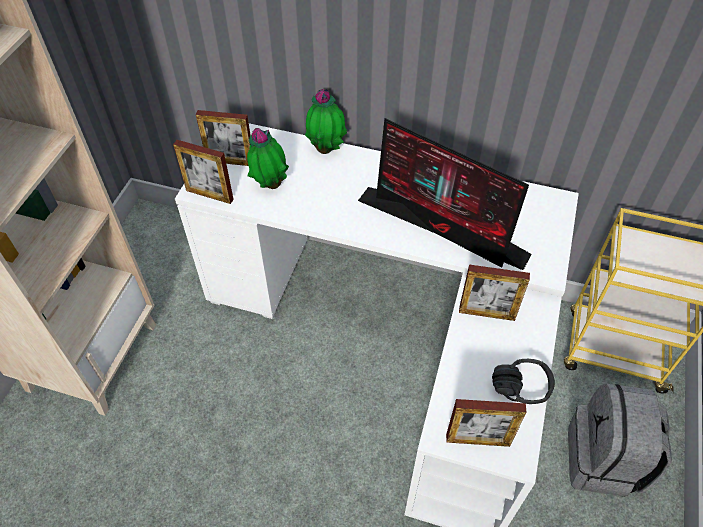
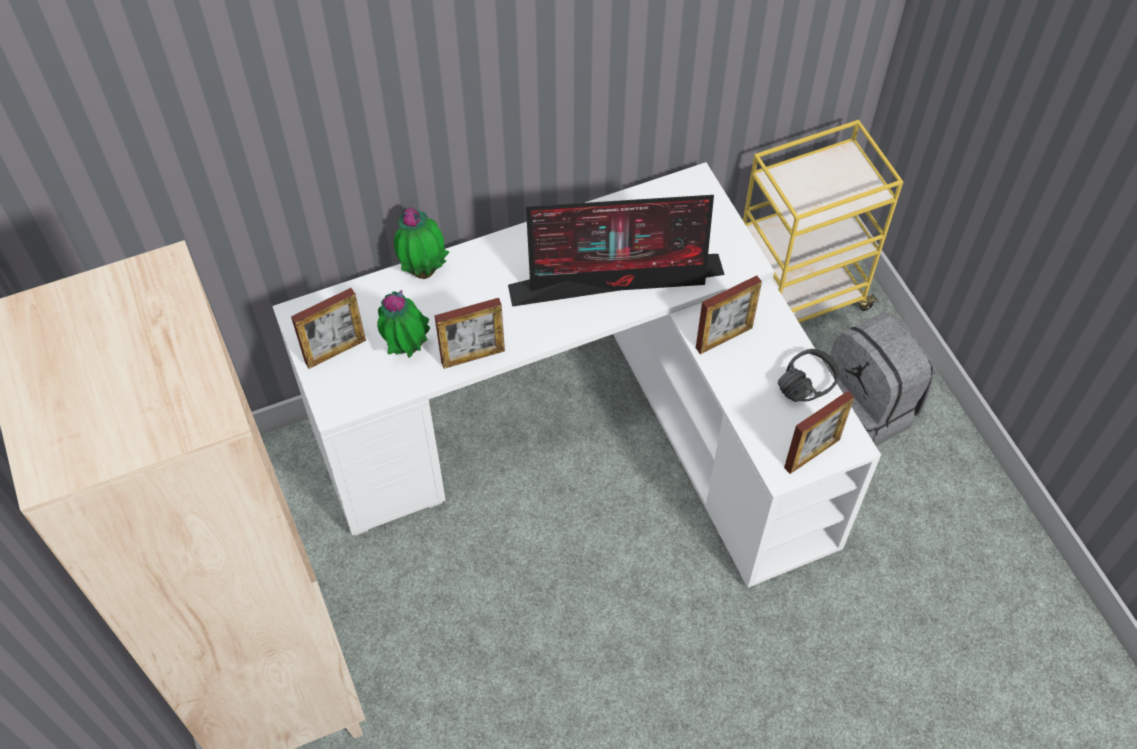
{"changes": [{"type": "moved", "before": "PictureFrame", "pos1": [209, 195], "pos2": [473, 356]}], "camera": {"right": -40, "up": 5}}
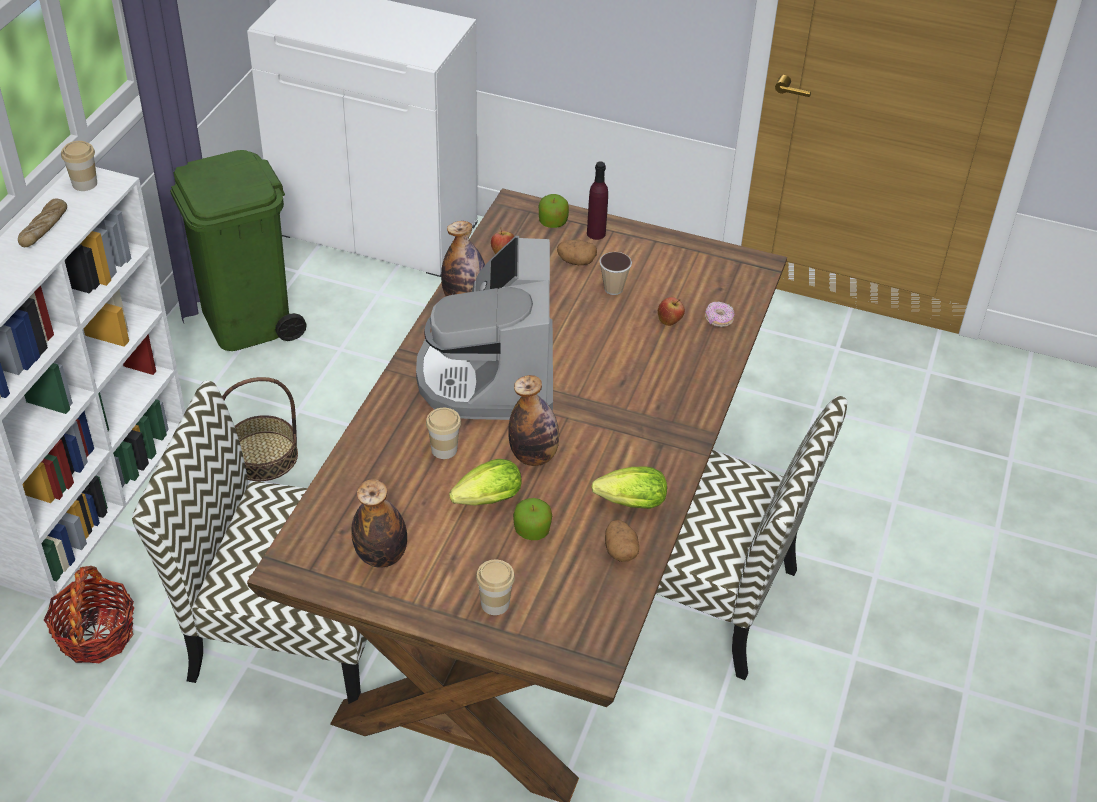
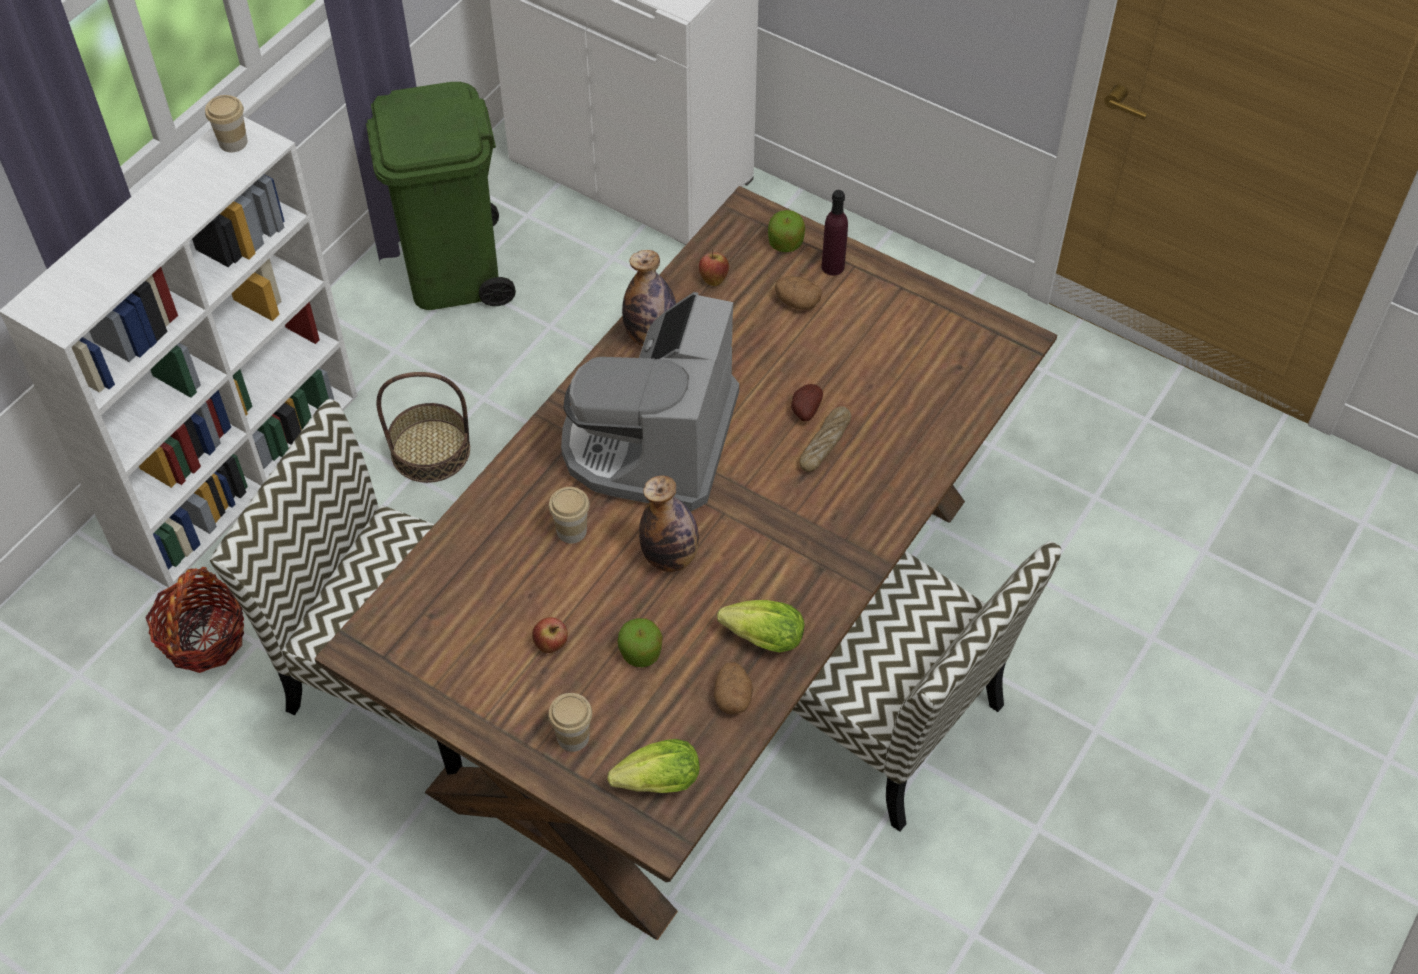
{"changes": [{"type": "moved", "before": "Apple", "pos1": [670, 321], "pos2": [551, 645]}, {"type": "moved", "before": "Lettuce", "pos1": [484, 501], "pos2": [653, 783]}, {"type": "added", "after": "Potato", "pos2": [804, 410]}, {"type": "moved", "before": "Bread", "pos1": [44, 228], "pos2": [825, 443]}, {"type": "removed", "before": "Bottle", "pos1": [381, 556]}, {"type": "removed", "before": "Cup", "pos1": [613, 289]}, {"type": "removed", "before": "Donut", "pos1": [718, 319]}], "camera": {"right": 15, "up": 10}}
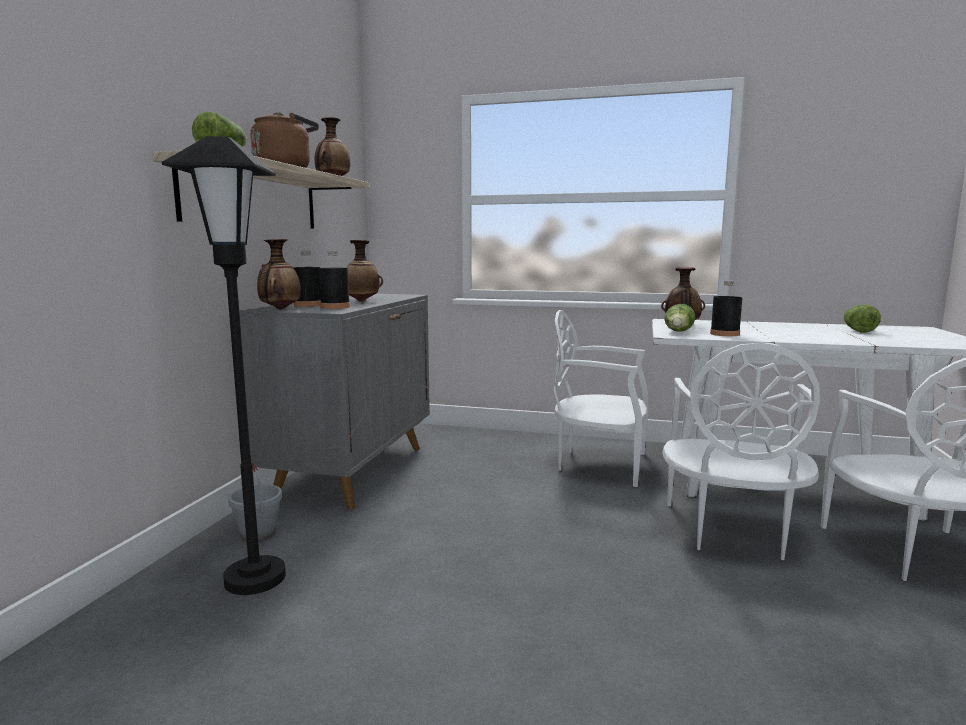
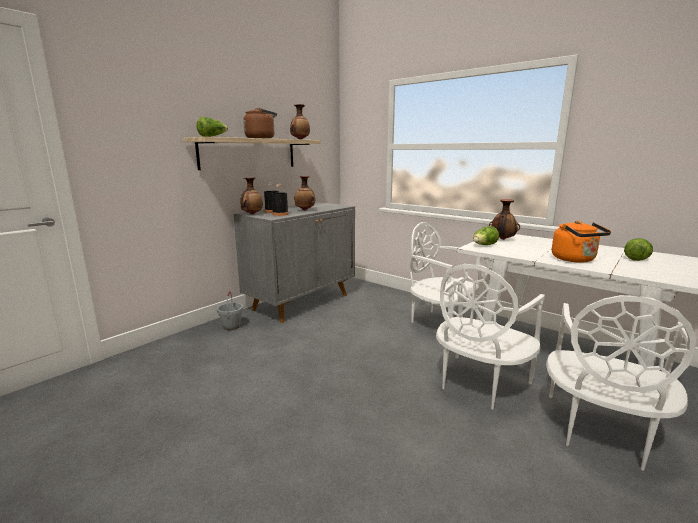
{"changes": [{"type": "added", "after": "OrangeKettle", "pos2": [575, 260]}, {"type": "removed", "before": "BlackFloorLamp", "pos1": [255, 578]}, {"type": "removed", "before": "BlackBottle", "pos1": [724, 334]}], "camera": {"right": 25, "up": 5}}
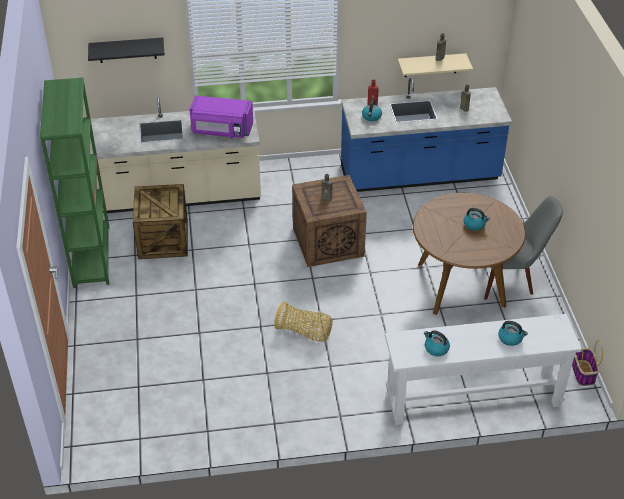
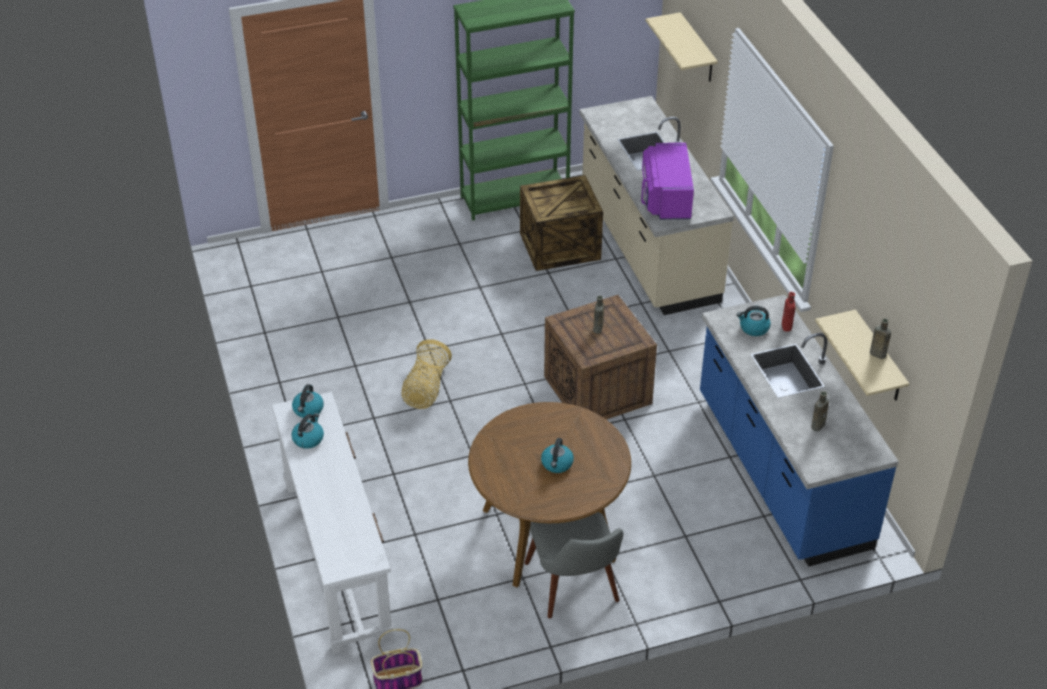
{"changes": [{"type": "moved", "before": "Kettle", "pos1": [510, 338], "pos2": [308, 410]}, {"type": "recoloured", "before": "BlackShelf", "after": "BeigeShelf", "pos1": [127, 50], "pos2": [697, 49]}], "camera": {"right": 80, "up": 0}}
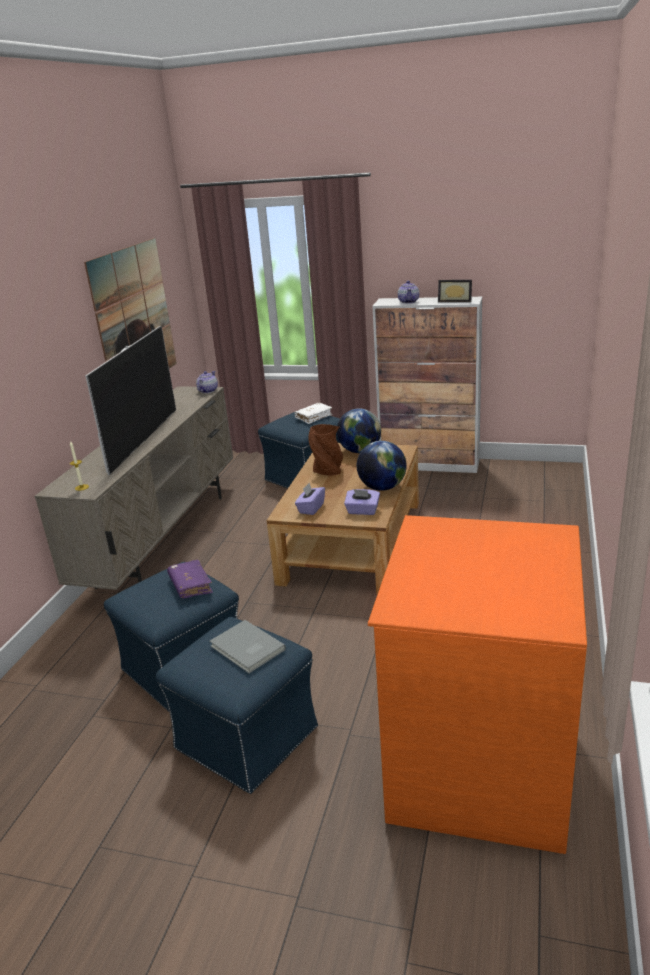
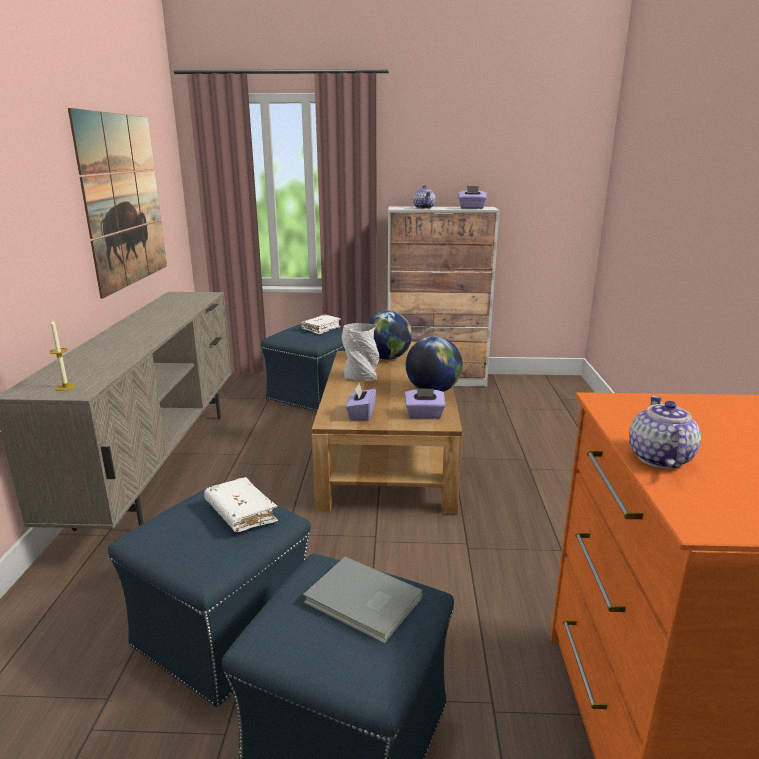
{"changes": [{"type": "recoloured", "before": "PurpleBook", "after": "WhiteBook", "pos1": [190, 585], "pos2": [241, 513]}, {"type": "recoloured", "before": "BrownVase", "after": "GreyVase", "pos1": [328, 471], "pos2": [361, 377]}, {"type": "replaced", "before": "PictureFrame", "after": "PurpleTissueBox", "pos1": [455, 301], "pos2": [471, 208]}, {"type": "moved", "before": "Teapot", "pos1": [207, 391], "pos2": [659, 458]}, {"type": "removed", "before": "Television", "pos1": [144, 440]}], "camera": {"right": -15, "up": -5}}
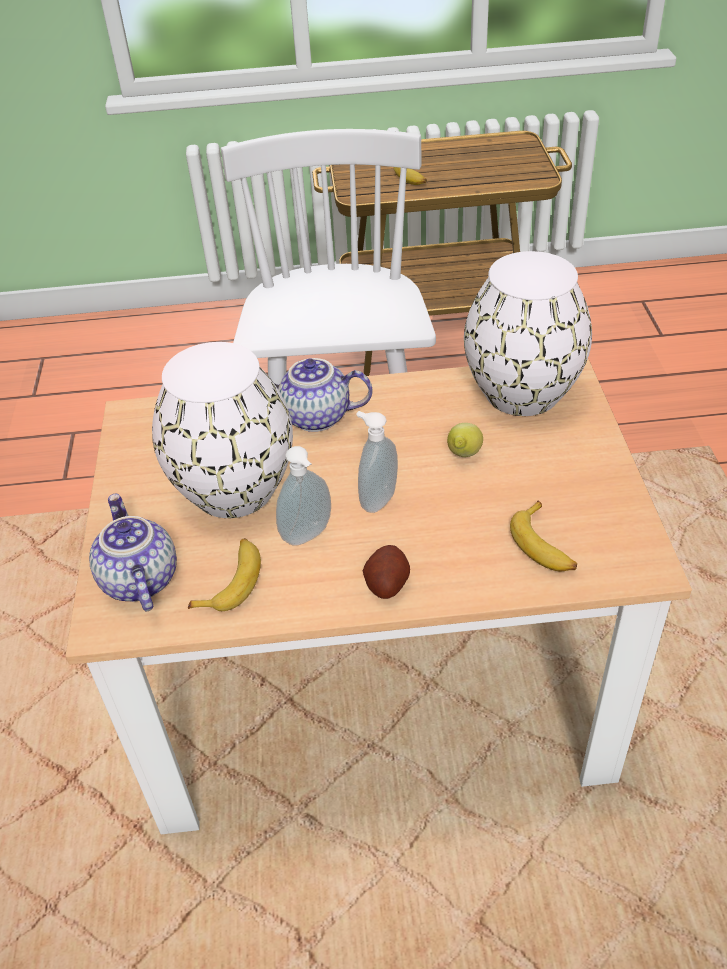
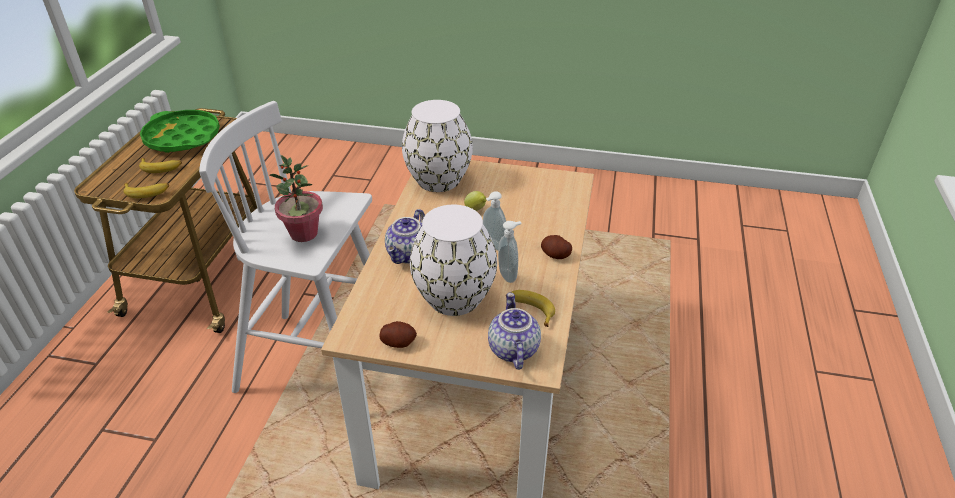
{"changes": [{"type": "moved", "before": "Banana", "pos1": [544, 545], "pos2": [147, 192]}, {"type": "added", "after": "GreenTray", "pos2": [182, 137]}, {"type": "added", "after": "PottedPlant", "pos2": [304, 234]}, {"type": "added", "after": "Potato", "pos2": [398, 342]}, {"type": "turned", "before": "Teapot", "pos1": [138, 580], "pos2": [512, 349], "turn": 90}], "camera": {"right": -75, "up": -5}}
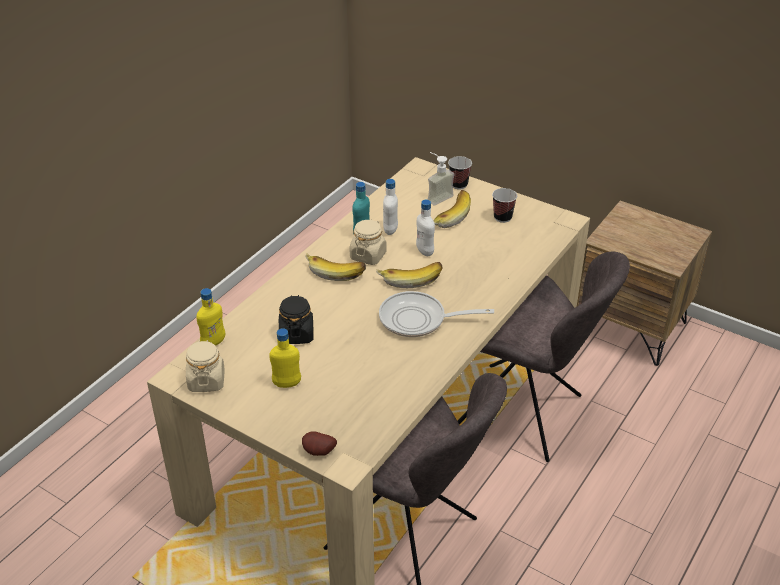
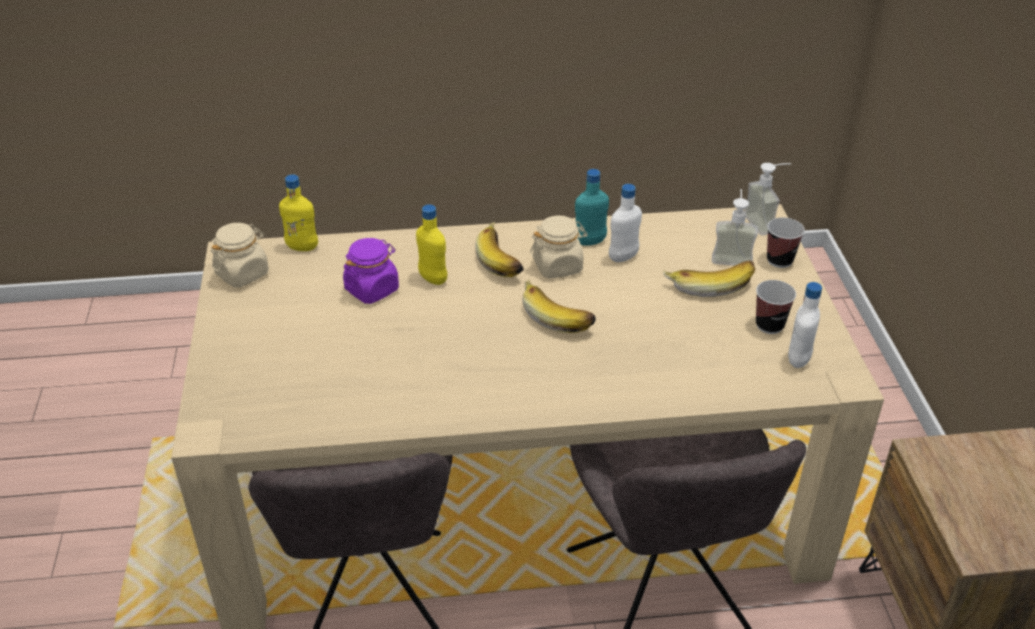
{"changes": [{"type": "recoloured", "before": "BlackJar", "after": "PurpleJar", "pos1": [296, 334], "pos2": [372, 289]}, {"type": "moved", "before": "YellowBottle", "pos1": [287, 384], "pos2": [433, 279]}, {"type": "added", "after": "SoapDispenser", "pos2": [765, 223]}, {"type": "moved", "before": "WhiteBottle", "pos1": [425, 251], "pos2": [798, 359]}, {"type": "removed", "before": "Potato", "pos1": [319, 452]}, {"type": "removed", "before": "FryingPan", "pos1": [418, 320]}], "camera": {"right": 50, "up": 0}}
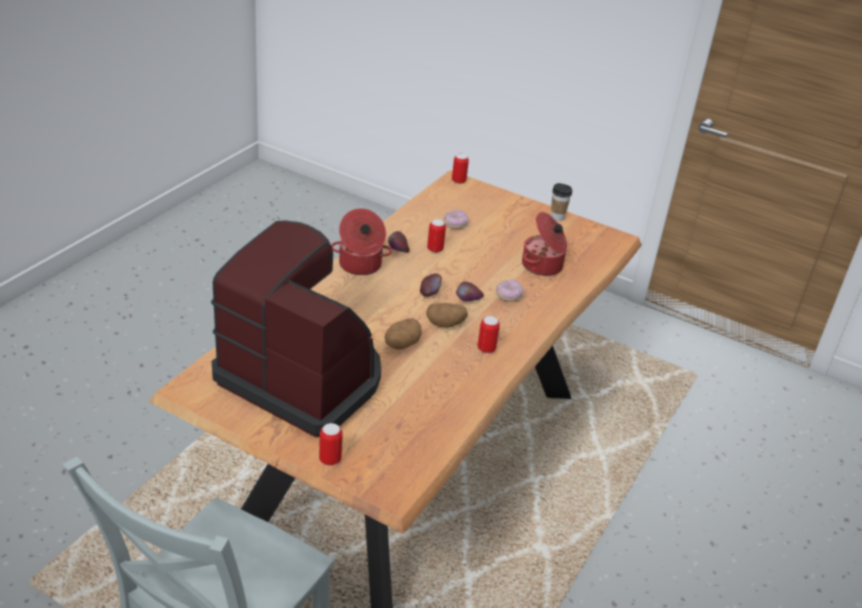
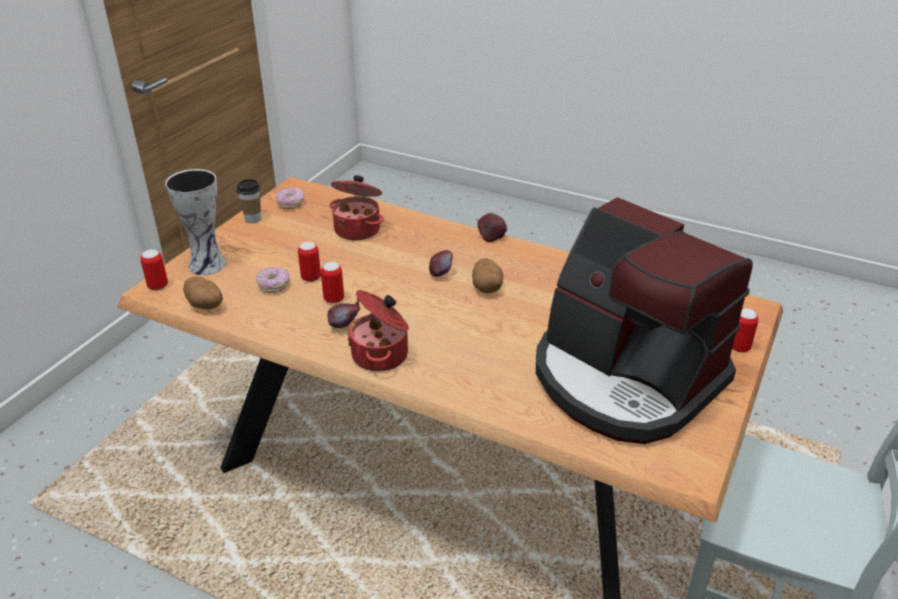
{"changes": [{"type": "added", "after": "Vase", "pos2": [209, 264]}, {"type": "moved", "before": "Potato", "pos1": [401, 344], "pos2": [206, 305]}, {"type": "moved", "before": "Donut", "pos1": [509, 296], "pos2": [290, 204]}, {"type": "moved", "before": "Can", "pos1": [486, 349], "pos2": [311, 278]}, {"type": "moved", "before": "Apple", "pos1": [429, 294], "pos2": [492, 237]}, {"type": "turned", "before": "CoffeeMachine", "pos1": [302, 377], "pos2": [625, 379], "turn": -75}], "camera": {"right": -90, "up": 0}}
